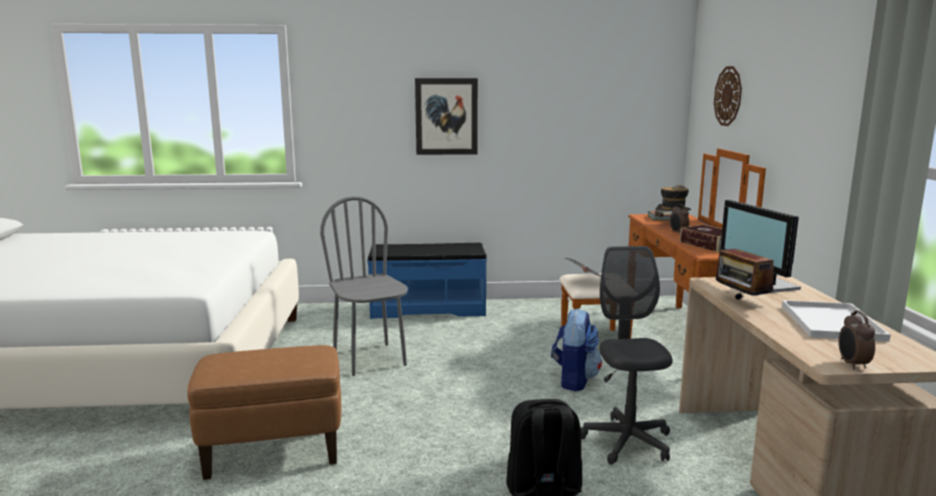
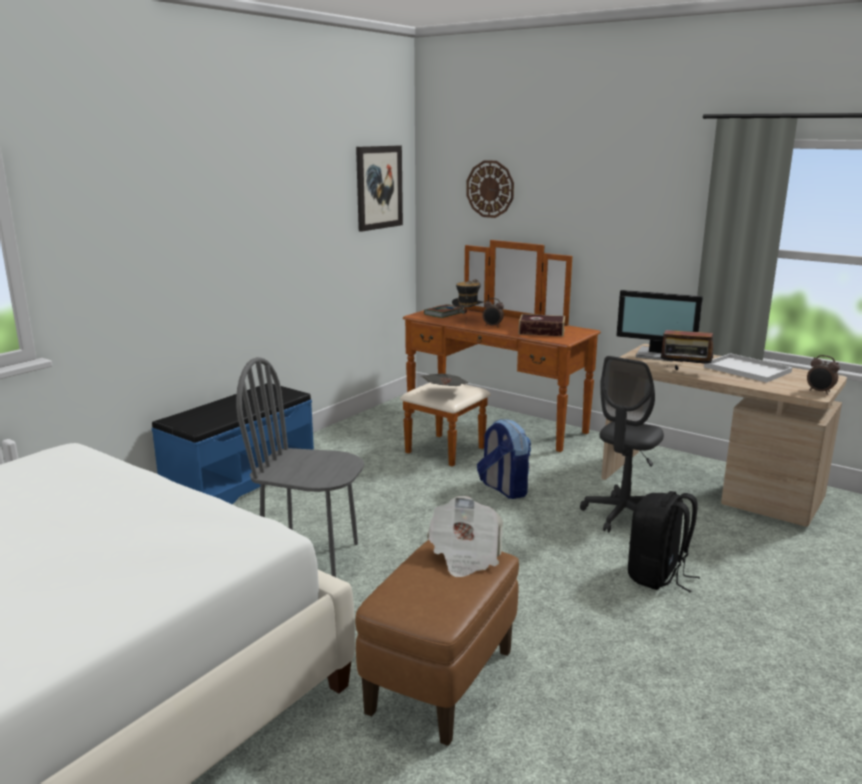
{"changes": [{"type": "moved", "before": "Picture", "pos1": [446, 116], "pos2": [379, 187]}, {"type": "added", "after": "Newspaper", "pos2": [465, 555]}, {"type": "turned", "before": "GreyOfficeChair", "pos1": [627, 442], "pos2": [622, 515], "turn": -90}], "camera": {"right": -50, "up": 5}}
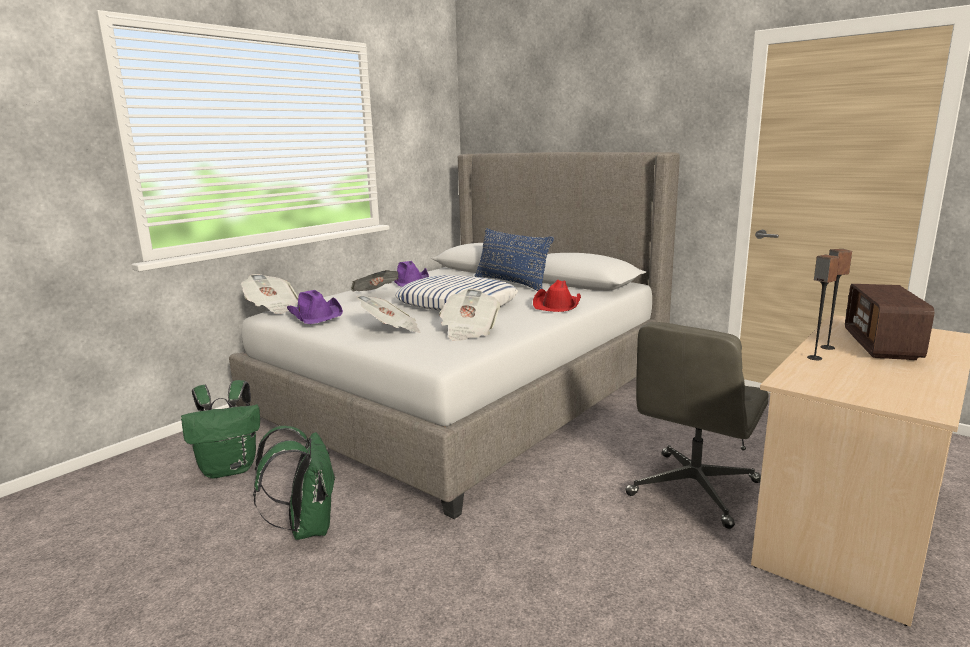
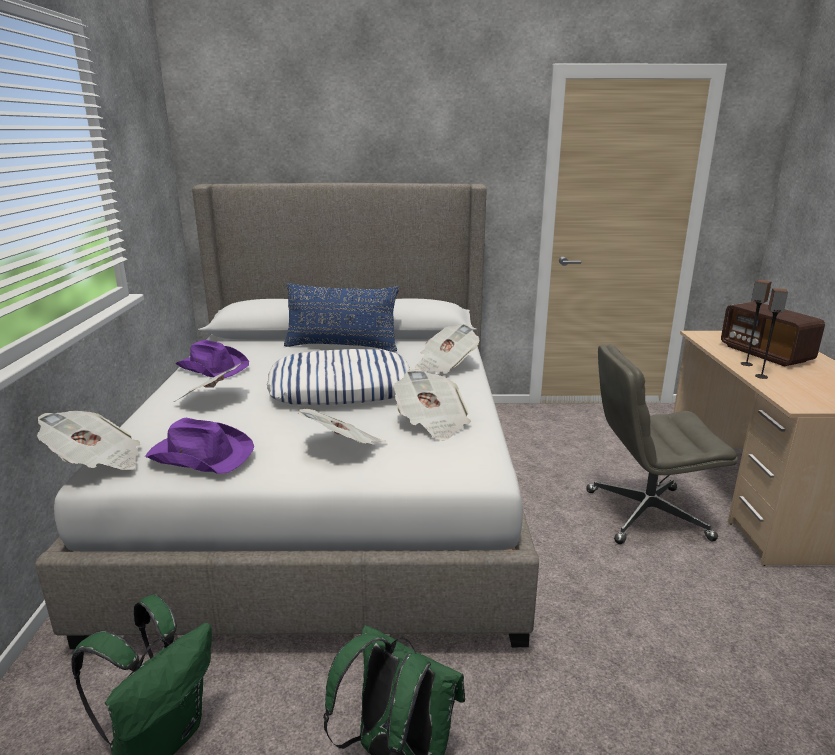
{"changes": [{"type": "replaced", "before": "RedHat", "after": "Newspaper", "pos1": [557, 305], "pos2": [445, 365]}, {"type": "turned", "before": "GreyOfficeChair", "pos1": [693, 489], "pos2": [645, 515], "turn": 90}], "camera": {"right": -40, "up": 5}}
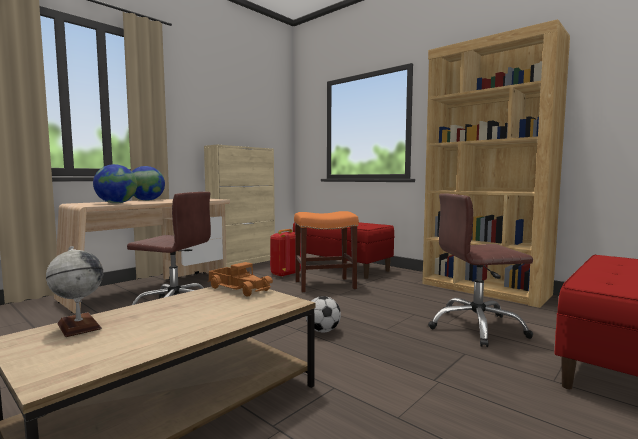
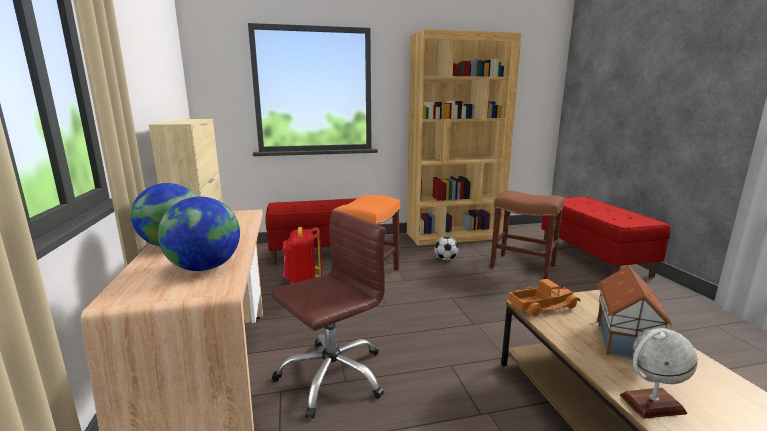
{"changes": [{"type": "moved", "before": "Football", "pos1": [323, 331], "pos2": [445, 259]}, {"type": "replaced", "before": "BrownOfficeChair", "after": "BrownStool", "pos1": [476, 327], "pos2": [521, 266]}, {"type": "added", "after": "ToyHouse", "pos2": [625, 340]}], "camera": {"right": -55, "up": 10}}
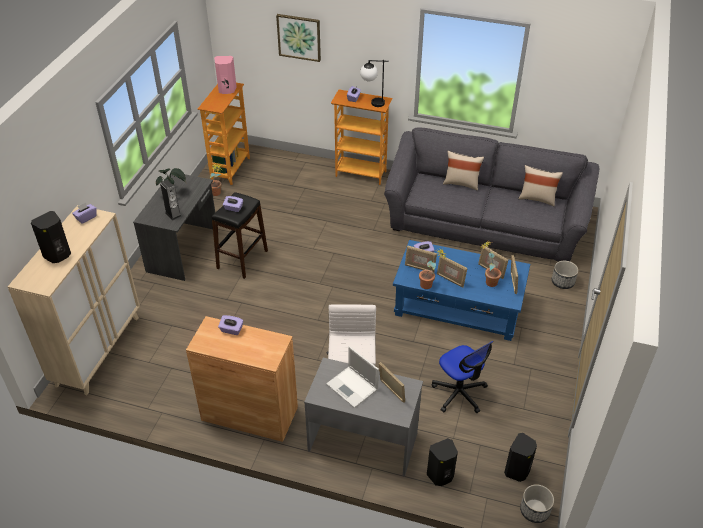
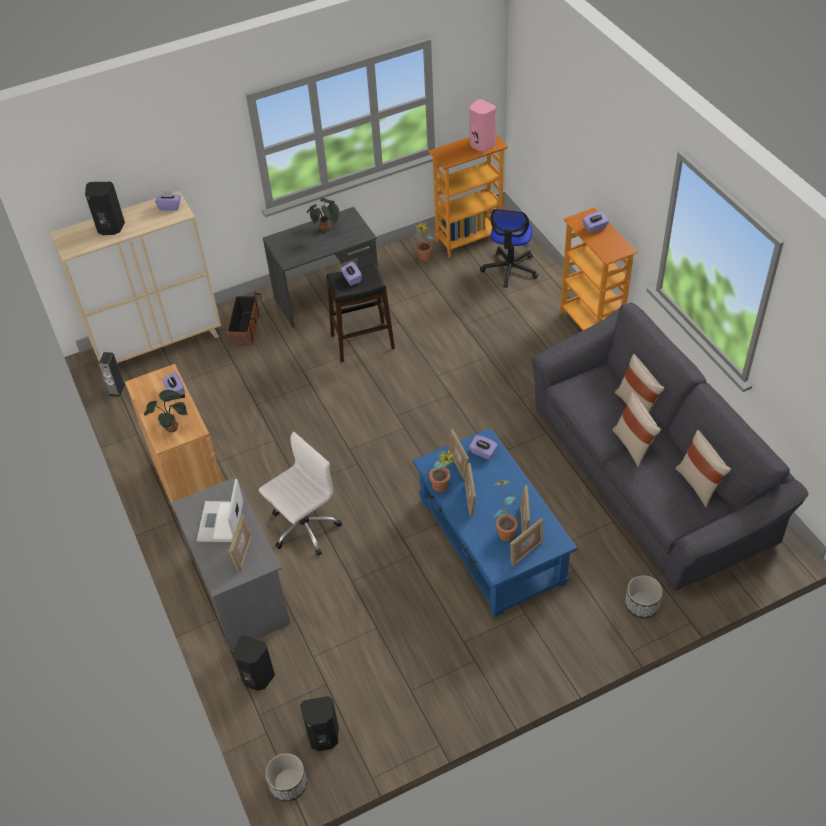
{"changes": [{"type": "moved", "before": "Speaker", "pos1": [173, 214], "pos2": [117, 389]}, {"type": "added", "after": "PottedPlant", "pos2": [173, 427]}, {"type": "added", "after": "Planter", "pos2": [246, 329]}, {"type": "moved", "before": "OfficeChair", "pos1": [459, 393], "pos2": [510, 269]}, {"type": "added", "after": "BeigePillow", "pos2": [633, 445]}, {"type": "removed", "before": "Picture", "pos1": [299, 37]}, {"type": "removed", "before": "TableLamp", "pos1": [372, 103]}], "camera": {"right": 50, "up": 5}}
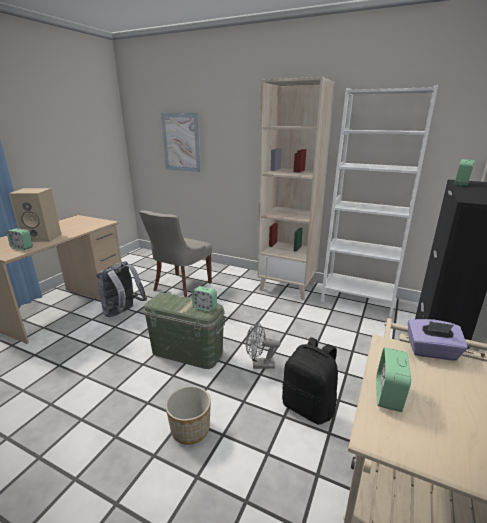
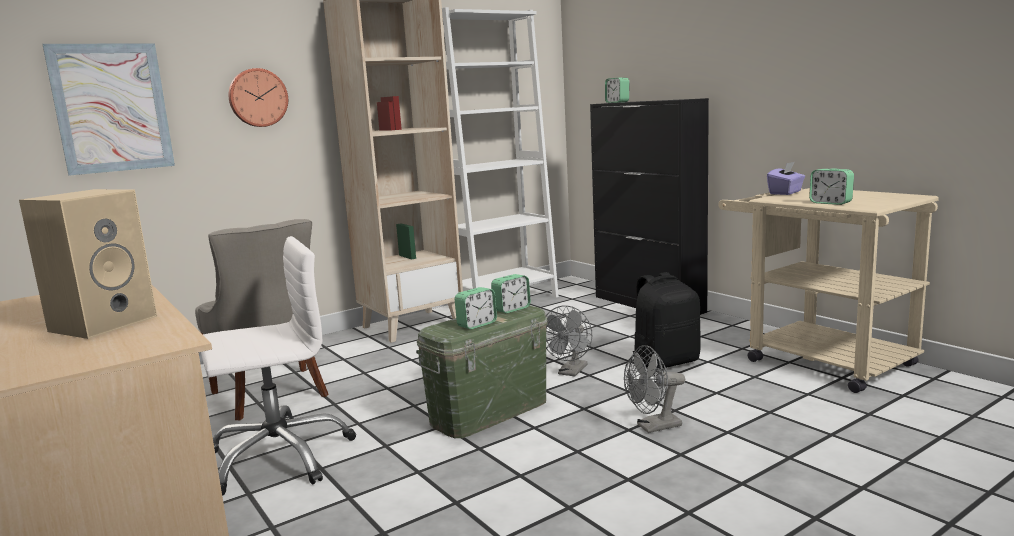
{"changes": [{"type": "replaced", "before": "GreyBackpack", "after": "WhiteOfficeChair", "pos1": [123, 313], "pos2": [279, 457]}, {"type": "added", "after": "WallClock", "pos2": [257, 97]}, {"type": "moved", "before": "AlarmClock", "pos1": [22, 248], "pos2": [477, 324]}, {"type": "replaced", "before": "Planter", "after": "GreyFan", "pos1": [190, 430], "pos2": [653, 427]}], "camera": {"right": -60, "up": -10}}
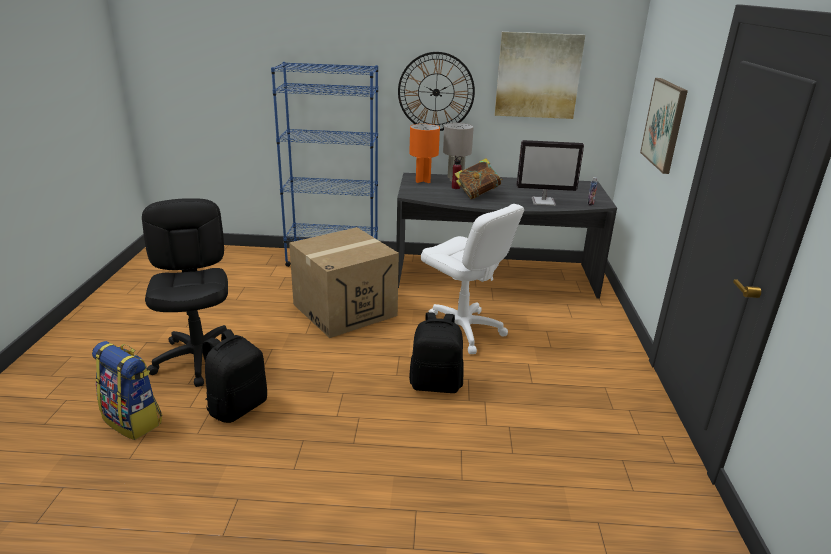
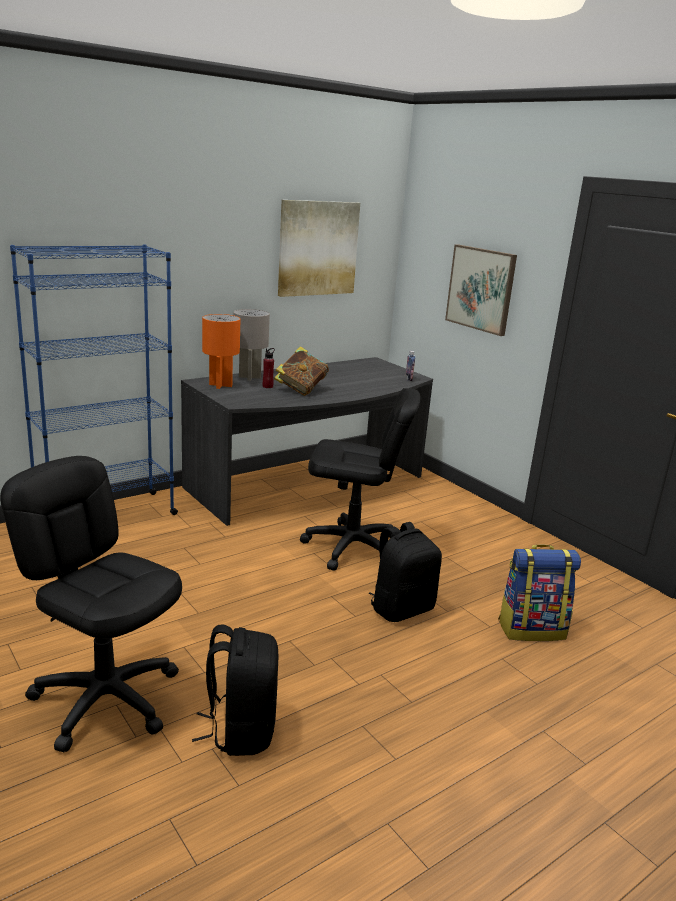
{"changes": [{"type": "recoloured", "before": "WhiteOfficeChair", "after": "BlackOfficeChair", "pos1": [461, 330], "pos2": [352, 547]}, {"type": "moved", "before": "Backpack", "pos1": [134, 420], "pos2": [531, 629]}, {"type": "removed", "before": "CardboardBox", "pos1": [345, 309]}, {"type": "removed", "before": "WallClock", "pos1": [436, 92]}, {"type": "removed", "before": "Monitor", "pos1": [544, 202]}], "camera": {"right": -40, "up": -5}}
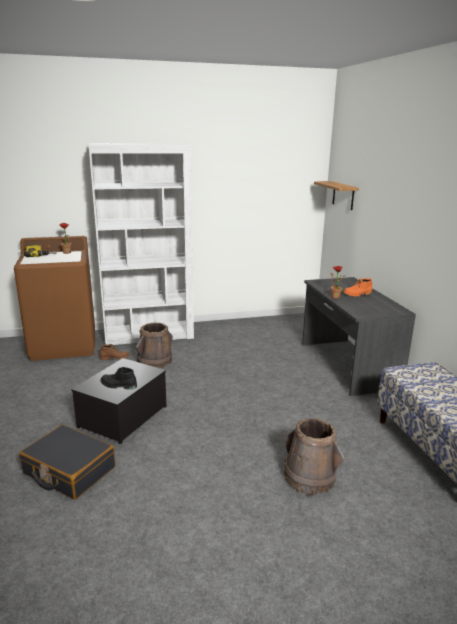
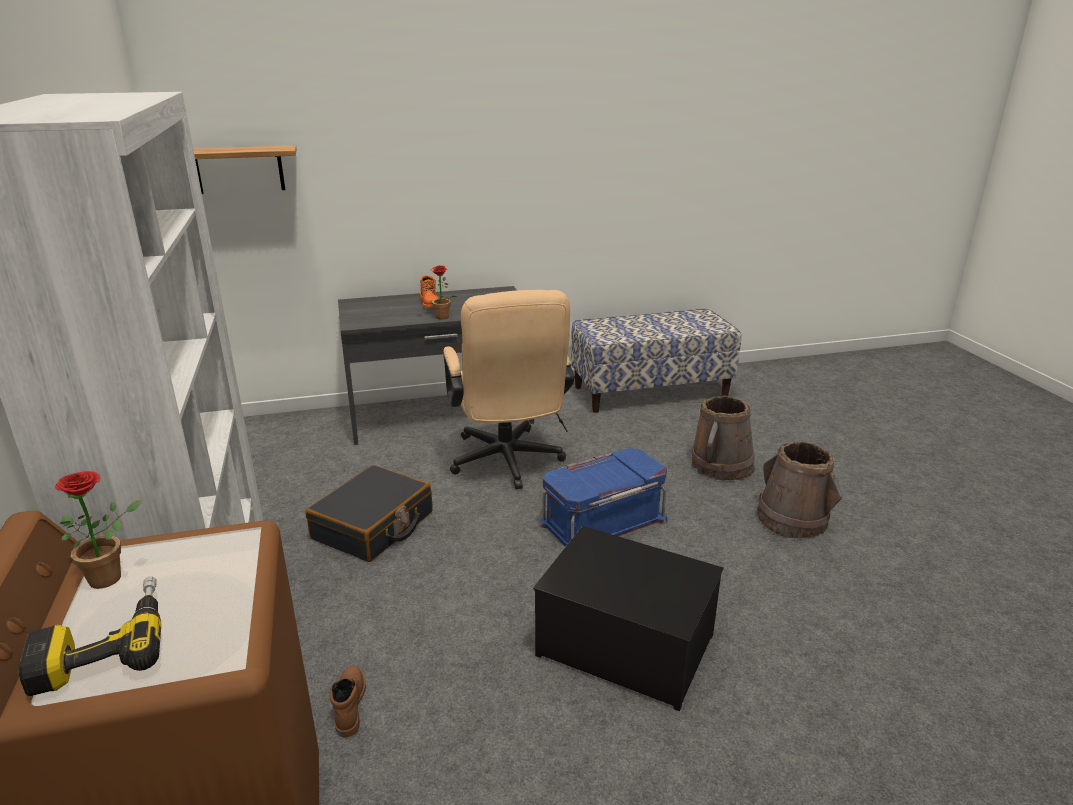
{"changes": [{"type": "moved", "before": "BlackSuitcase", "pos1": [69, 471], "pos2": [373, 526]}, {"type": "added", "after": "BeigeOfficeChair", "pos2": [507, 464]}, {"type": "added", "after": "BlueStorageBox", "pos2": [602, 521]}, {"type": "moved", "before": "BrownBucket", "pos1": [154, 361], "pos2": [792, 519]}, {"type": "removed", "before": "BlackBoot", "pos1": [118, 385]}], "camera": {"right": -90, "up": 5}}
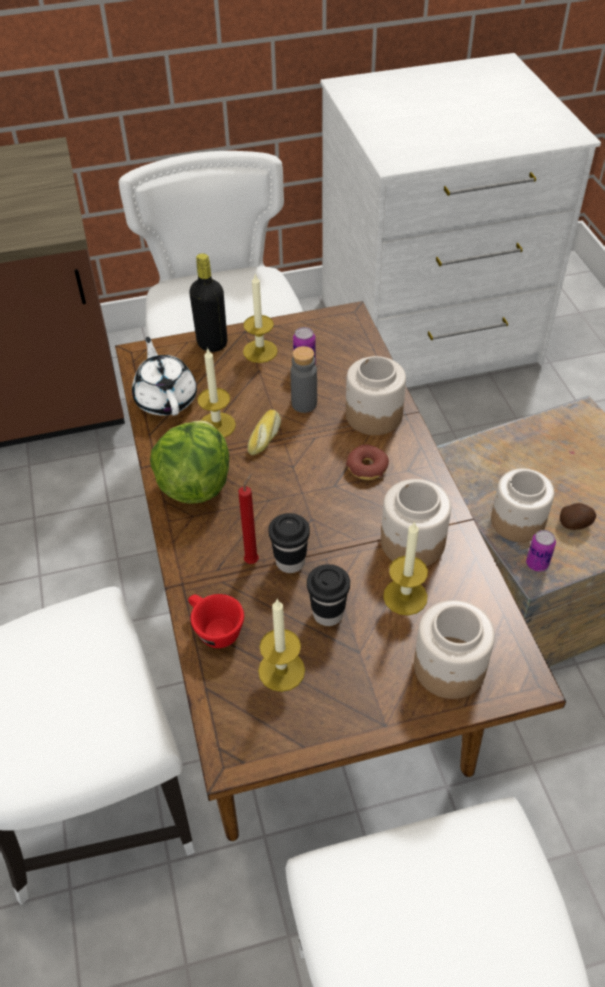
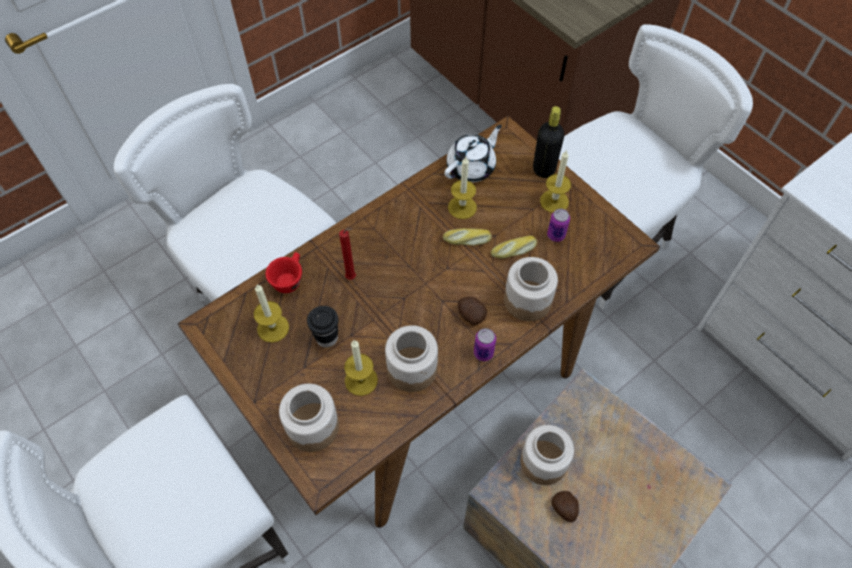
{"changes": [{"type": "replaced", "before": "Donut", "after": "Potato", "pos1": [367, 467], "pos2": [470, 315]}, {"type": "moved", "before": "Can", "pos1": [537, 564], "pos2": [483, 353]}, {"type": "replaced", "before": "GreyBottle", "after": "Bread", "pos1": [304, 404], "pos2": [514, 251]}, {"type": "removed", "before": "Lettuce", "pos1": [194, 484]}, {"type": "removed", "before": "BlackCup", "pos1": [290, 562]}], "camera": {"right": 65, "up": 10}}
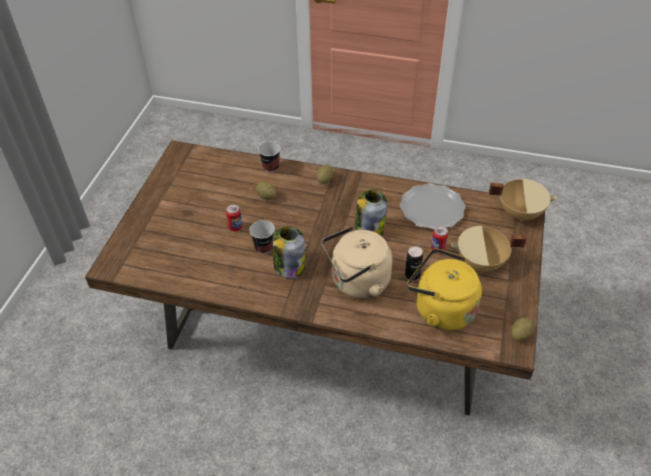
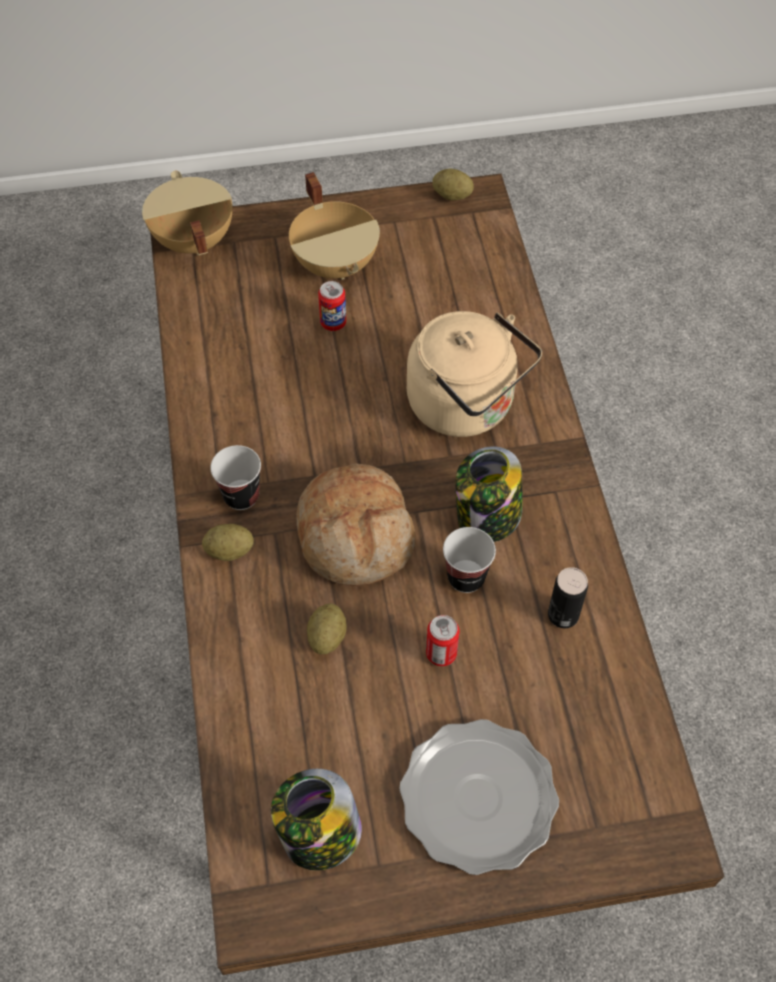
{"changes": [{"type": "moved", "before": "Cup", "pos1": [271, 167], "pos2": [241, 496]}, {"type": "moved", "before": "Jar", "pos1": [369, 229], "pos2": [320, 836]}, {"type": "added", "after": "Bread", "pos2": [355, 535]}, {"type": "moved", "before": "Plate", "pos1": [431, 209], "pos2": [479, 797]}, {"type": "moved", "before": "Can", "pos1": [412, 275], "pos2": [563, 615]}, {"type": "removed", "before": "YellowKettle", "pos1": [440, 309]}], "camera": {"right": -115, "up": 10}}
